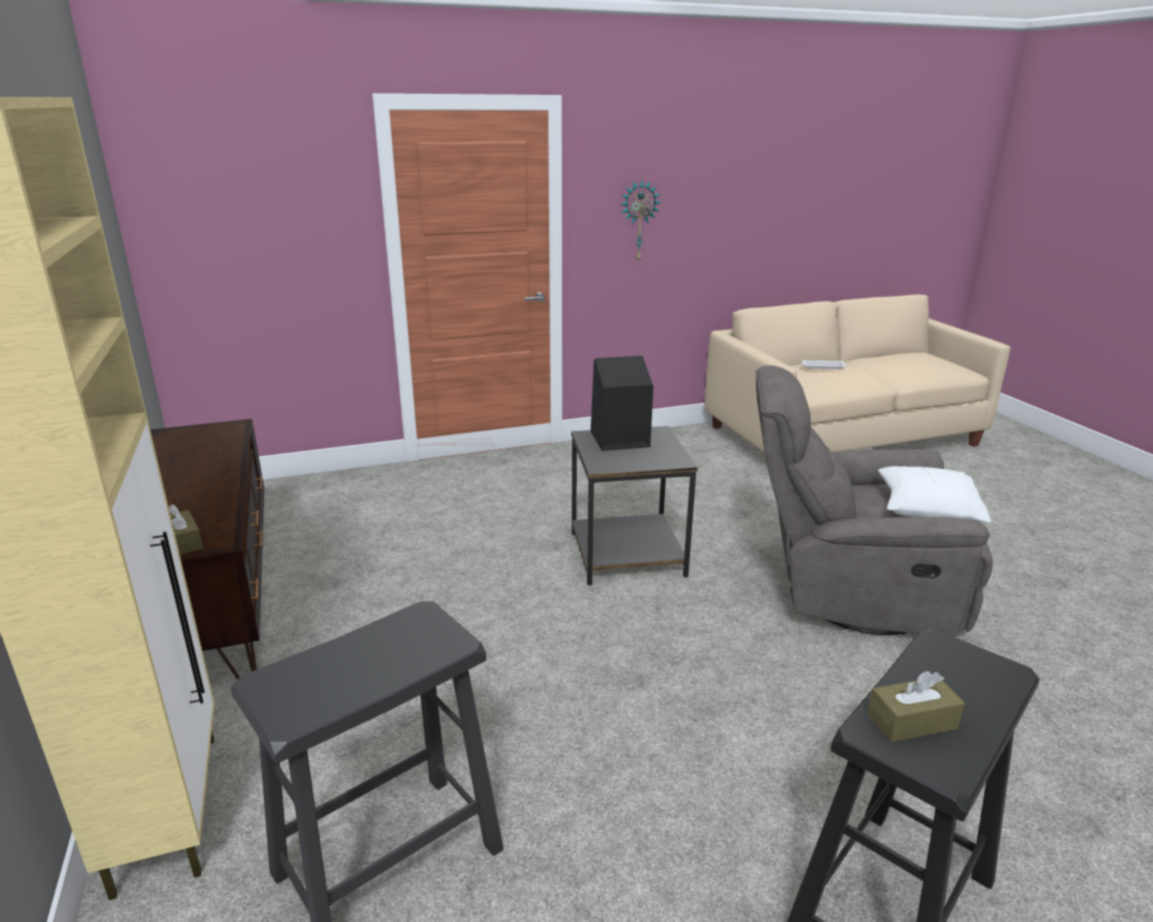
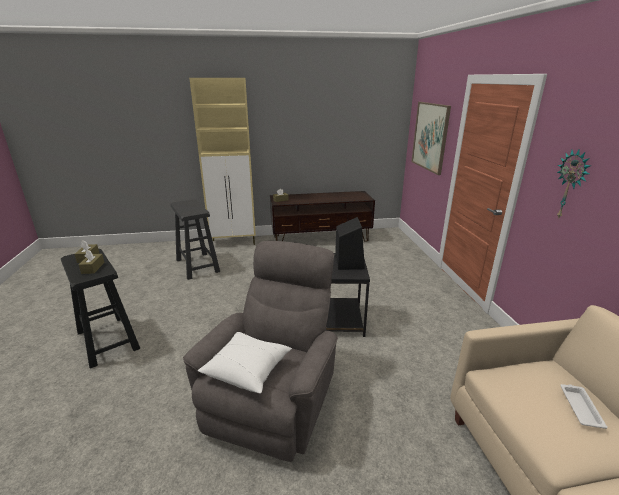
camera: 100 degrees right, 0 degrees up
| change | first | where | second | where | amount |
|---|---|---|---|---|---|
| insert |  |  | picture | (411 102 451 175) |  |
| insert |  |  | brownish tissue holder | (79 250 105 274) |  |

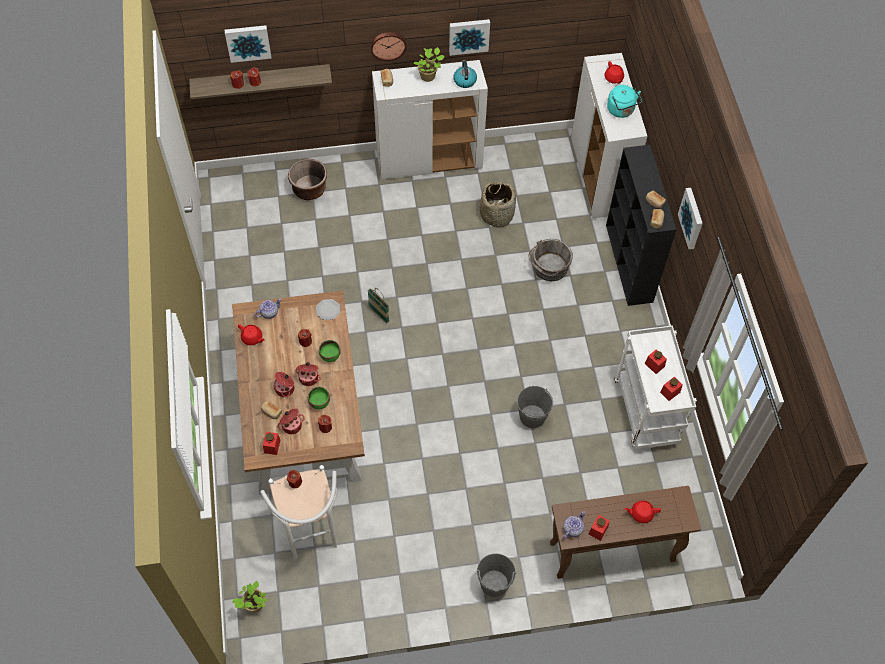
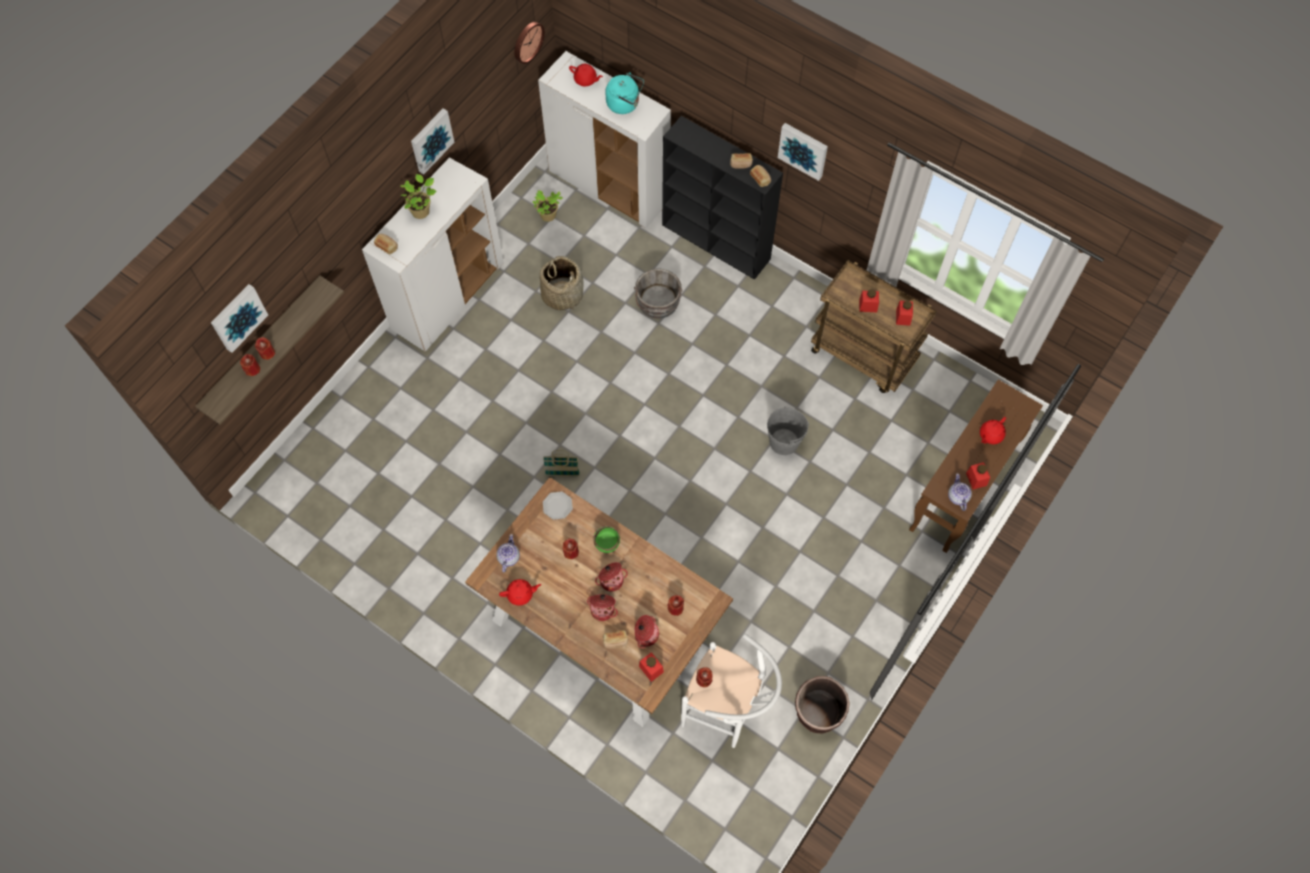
camera: 45 degrees left, 5 degrees up
| change | first | where | second | where | amount |
|---|---|---|---|---|---|
| move | clock on the wall | (370 32 407 61) |  | (514 22 545 64) |  |
| delete | tea kettle | (453 60 477 88) |  |  |  |
| move | brownish flower pot | (288 159 327 200) |  | (795 676 850 734) |  |
| recolor | whitish trolley | (614 325 697 450) | brownish trolley | (811 260 937 393) |  |
| delete | green bowl | (308 387 330 409) |  |  |  |
| delete | grey bucket | (476 553 517 597) |  |  |  |
| move | potted plant | (232 581 268 612) |  | (532 190 563 222) |  |

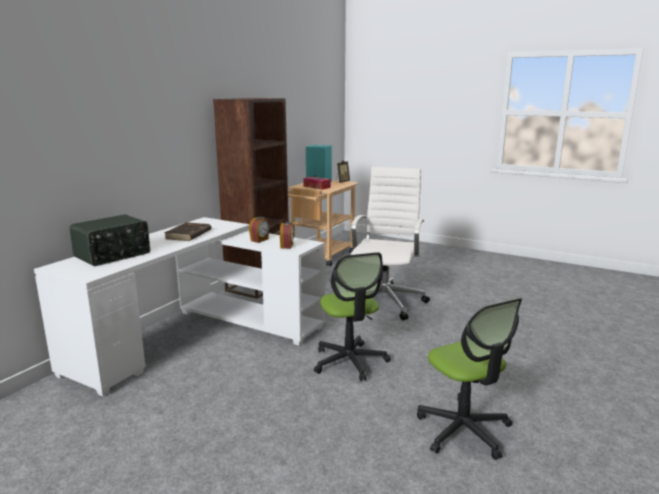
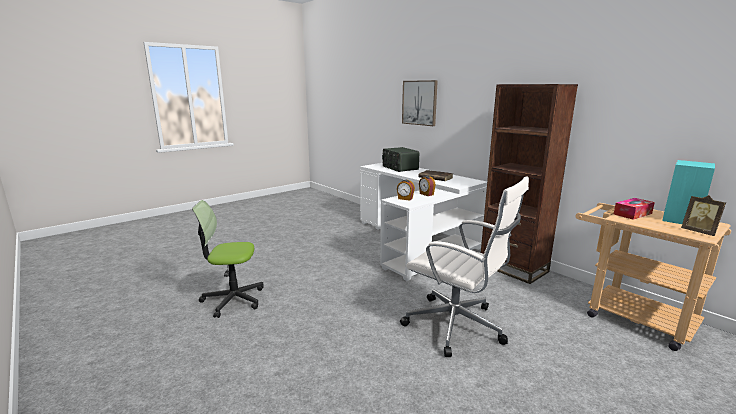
camera: 110 degrees right, 0 degrees up
| change | first | where | second | where | amount |
|---|---|---|---|---|---|
| delete | office chair | (314 252 391 381) |  |  |  |
| insert |  |  | picture | (402 80 438 126) |  |

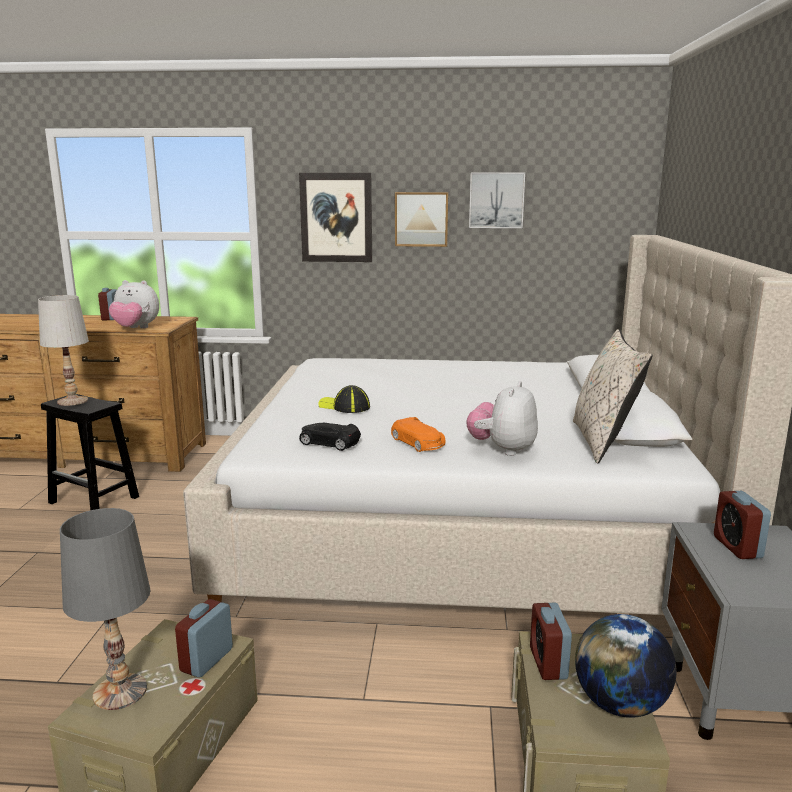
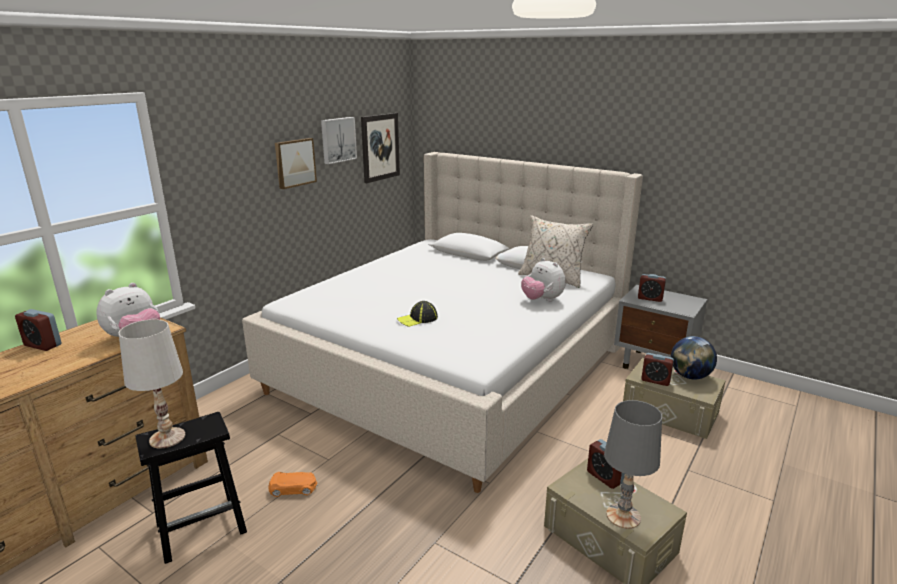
camera: 60 degrees left, 5 degrees up
| change | first | where | second | where | amount |
|---|---|---|---|---|---|
| move | picture | (299 173 372 262) |  | (361 113 400 183) |  |
| move | orangey miniature car | (391 417 445 452) |  | (268 472 318 497) |  |
| delete | black-coloured miniature car | (299 423 361 451) |  |  |  |

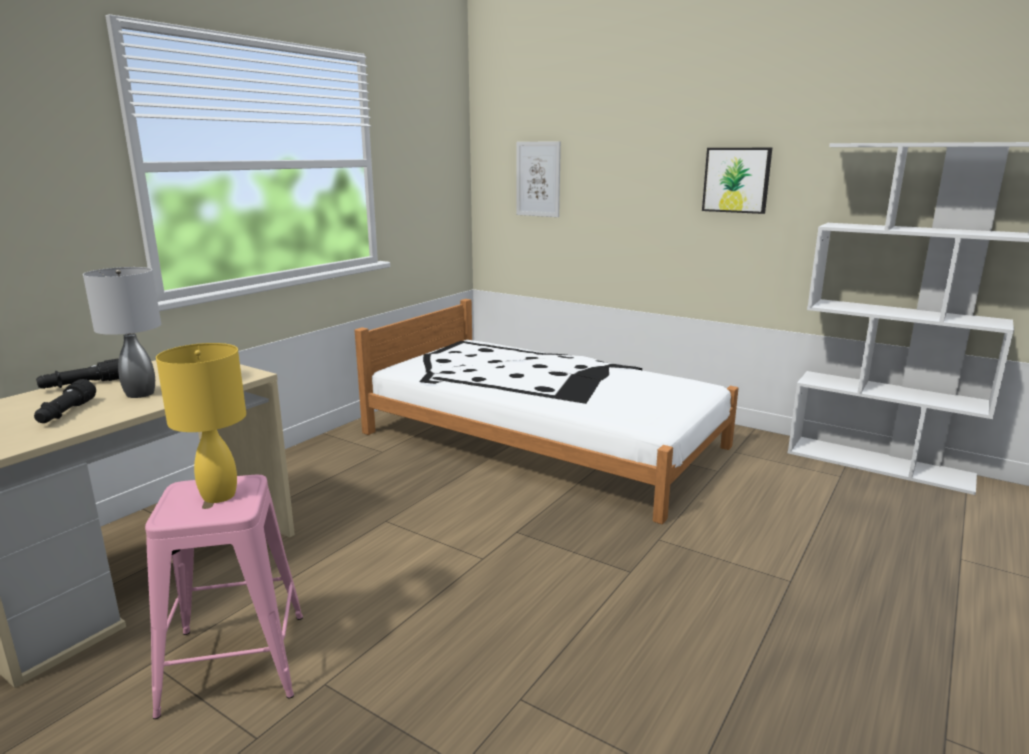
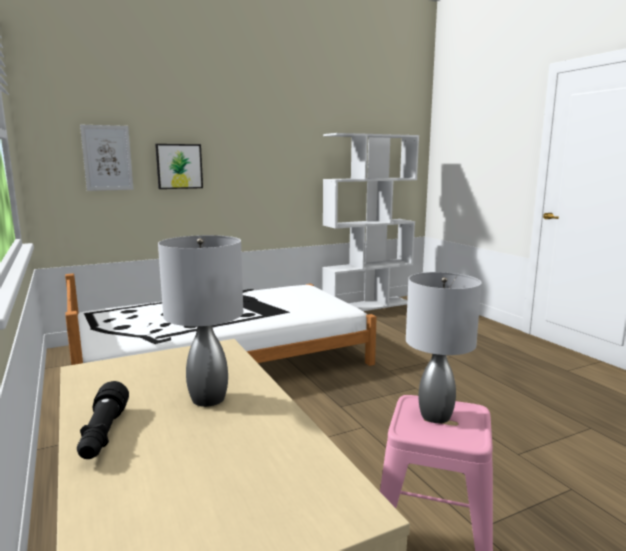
camera: 60 degrees left, 5 degrees down
| change | first | where | second | where | amount |
|---|---|---|---|---|---|
| move | picture | (702 148 772 214) |  | (155 144 203 189) |  |
| recolor | yellow lamp for a table | (156 343 246 503) | grey lamp for a table | (406 272 482 423) |  |
| delete | black-coloured hand torch | (34 379 96 423) |  |  |  |

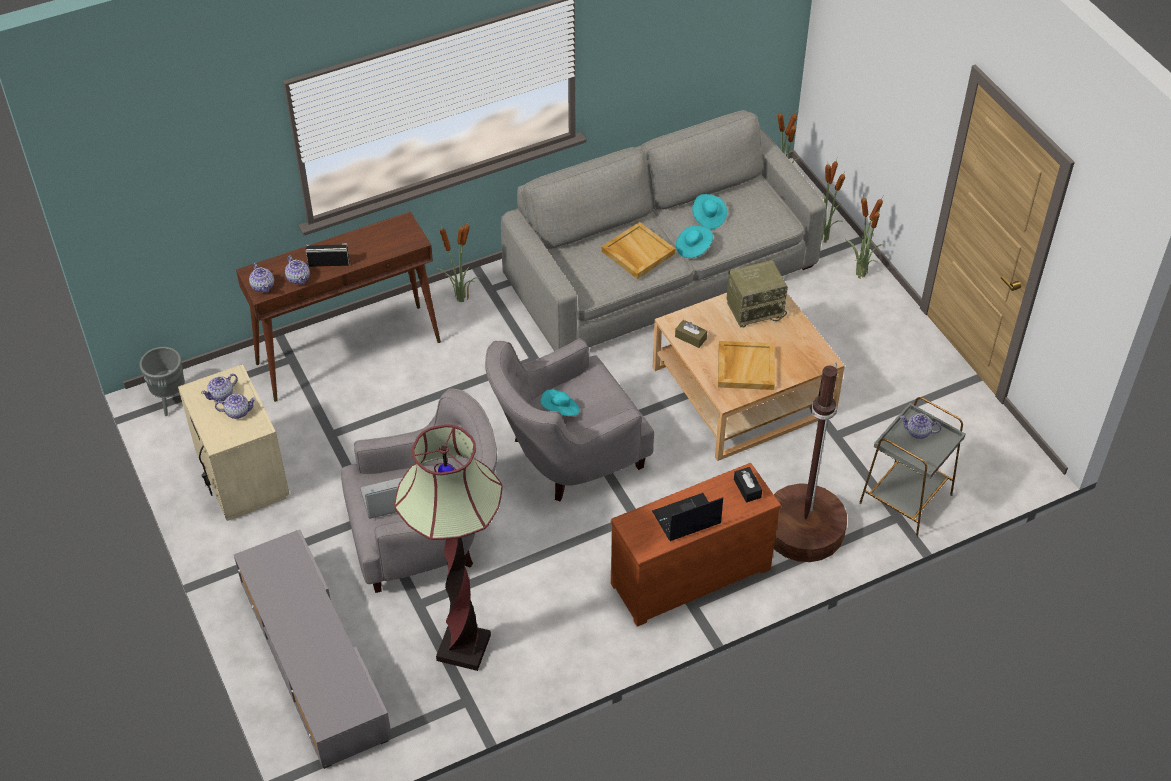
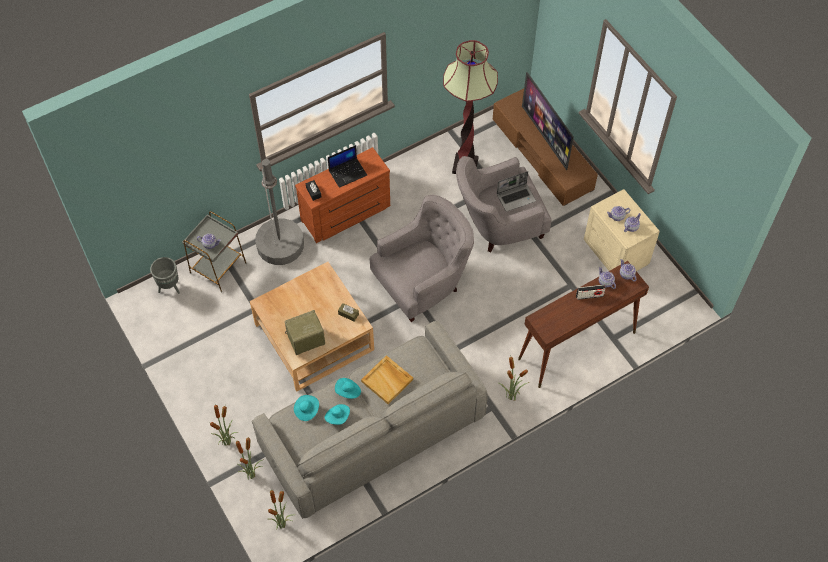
camera: 175 degrees right, 10 degrees up
| change | first | where | second | where | amount |
|---|---|---|---|---|---|
| delete | beige carrying tray | (718 341 775 390) |  |  |  |
| move | grey flower pot | (140 347 185 416) |  | (150 257 180 294) |  |
| recolor | brownish standard lamp | (774 362 847 562) | grey standard lamp | (255 159 304 265) |  |
| move | turquoise clothing hat | (540 389 580 416) |  | (294 395 319 421) |  |
| recolor | grey tv stand | (234 530 392 769) | brownish tv stand | (493 89 598 206) |  |
| insert |  |  | TV set | (522 72 574 170) |  |

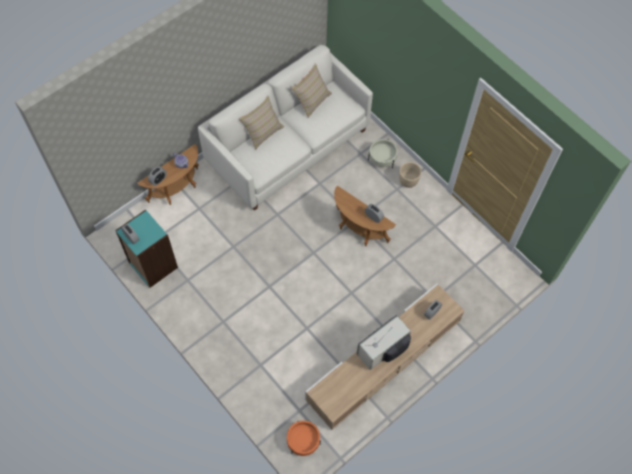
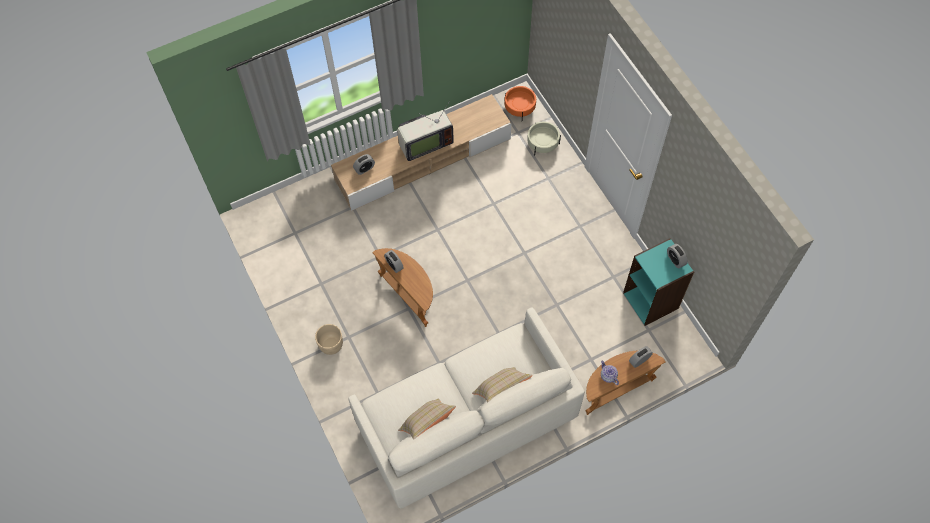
camera: 165 degrees left, 0 degrees up
| change | first | where | second | where | amount |
|---|---|---|---|---|---|
| move | beige flower pot | (368 139 398 168) |  | (527 122 561 156) |  |

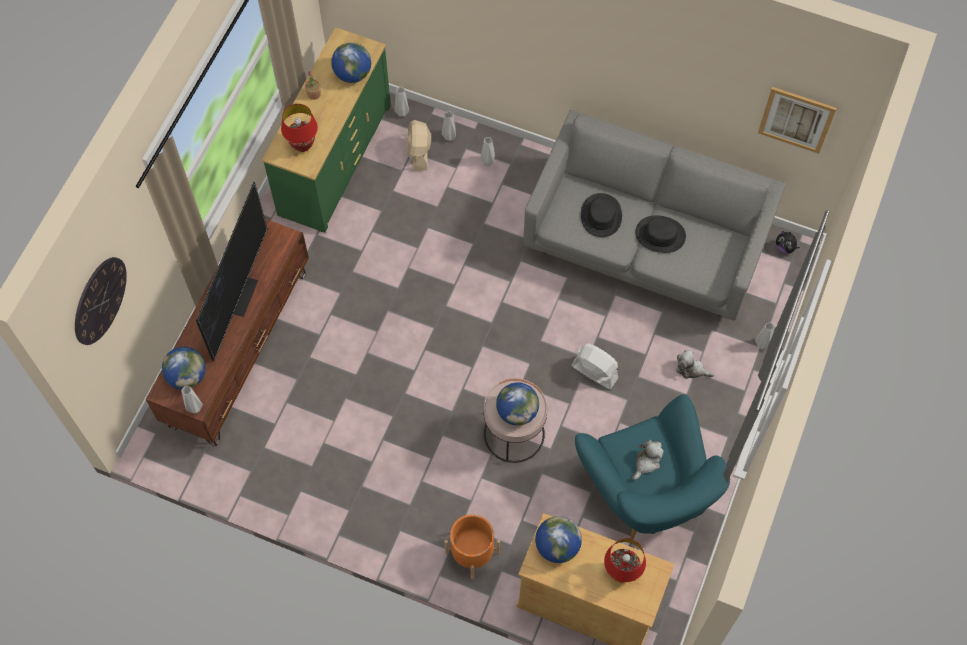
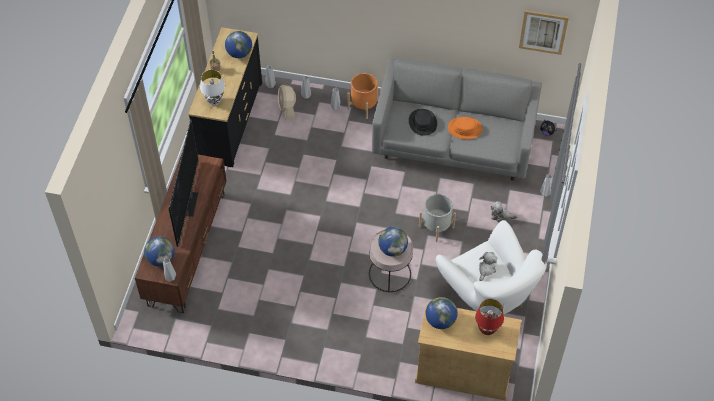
camera: 10 degrees left, 10 degrees down
| change | first | where | second | where | amount |
|---|---|---|---|---|---|
| recolor | green dresser | (262 27 391 233) | black-coloured dresser | (188 27 262 167) |  |
| recolor | reddish lamp for a table | (281 104 318 152) | whitish lamp for a table | (200 70 225 105) |  |
| recolor | black-coloured clothing hat | (635 215 686 253) | orangey clothing hat | (448 117 482 139) |  |
| delete | clock on the wall | (75 257 127 345) |  |  |  |
| replace | whitish fan | (571 343 618 389) | grey flower pot | (419 194 456 242) |  |
| recolor | turquoise armchair | (575 394 730 539) | whitish armchair | (436 220 547 316) |  |
| move | orangey flower pot | (444 514 500 579) |  | (348 73 381 119) |  |

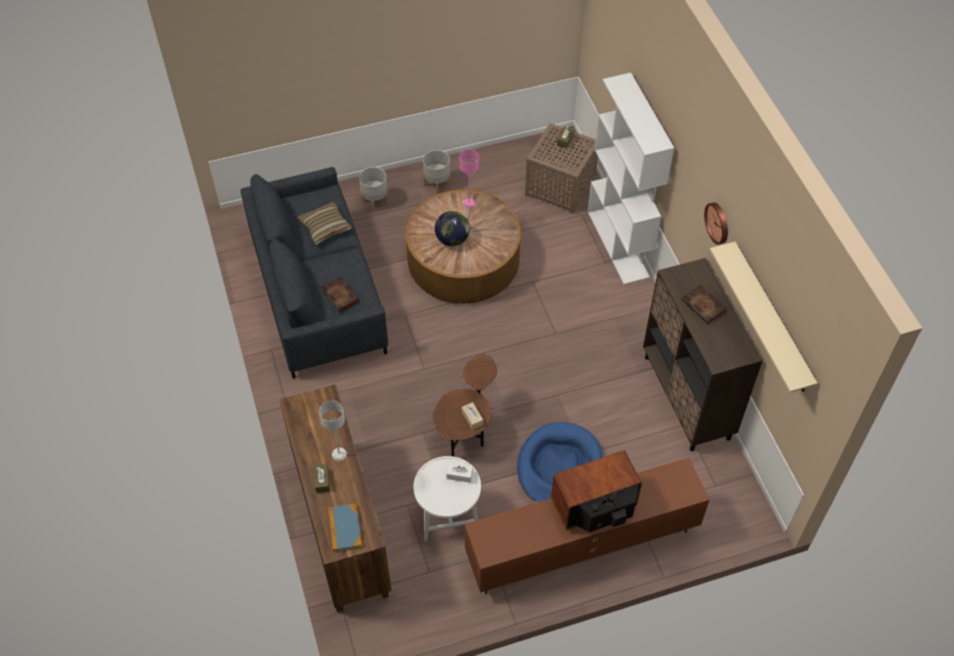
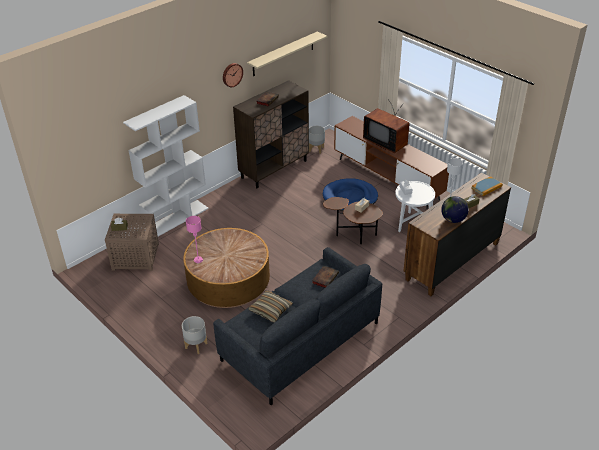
camera: 115 degrees left, 15 degrees down
| change | first | where | second | where | amount |
|---|---|---|---|---|---|
| move | grey flower pot | (423 150 451 194) |  | (309 126 325 154) |  |
| move | globe | (435 211 470 246) |  | (441 196 469 223) |  |

